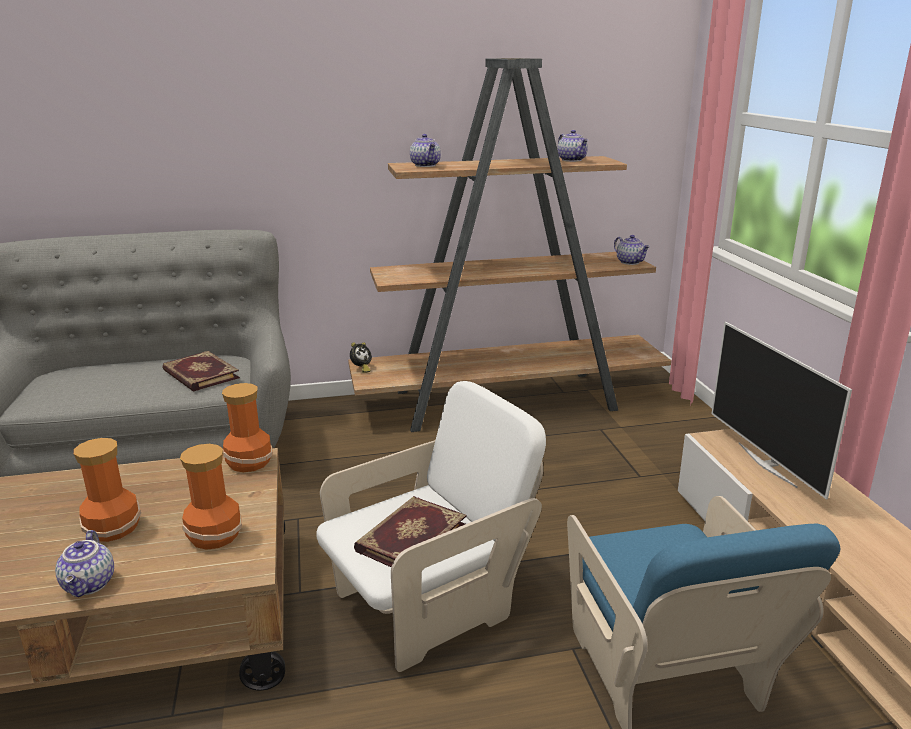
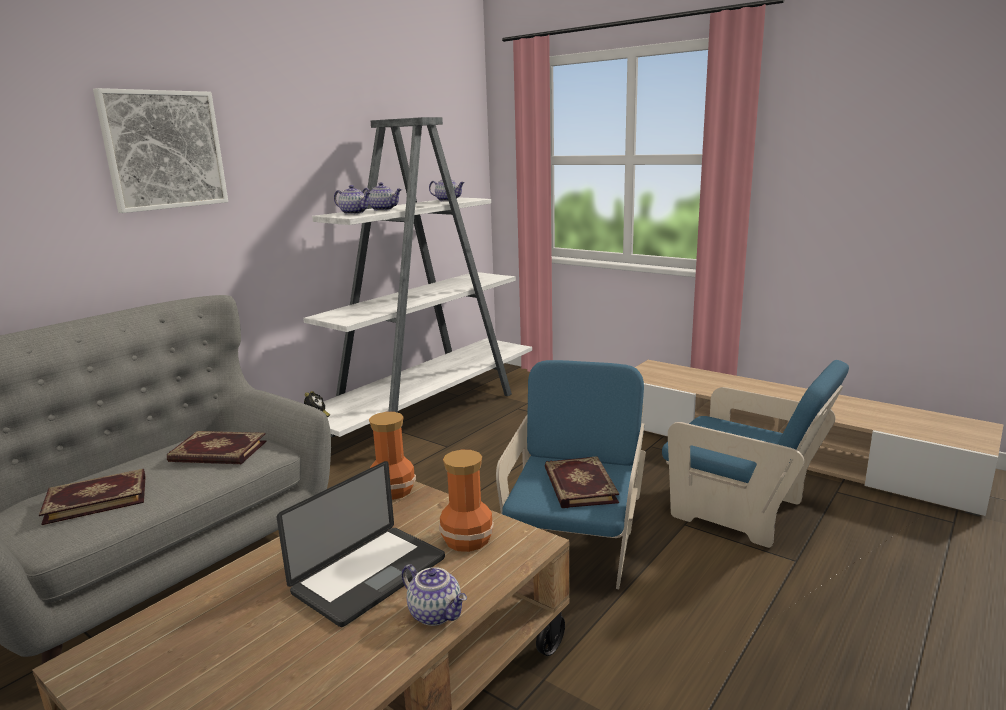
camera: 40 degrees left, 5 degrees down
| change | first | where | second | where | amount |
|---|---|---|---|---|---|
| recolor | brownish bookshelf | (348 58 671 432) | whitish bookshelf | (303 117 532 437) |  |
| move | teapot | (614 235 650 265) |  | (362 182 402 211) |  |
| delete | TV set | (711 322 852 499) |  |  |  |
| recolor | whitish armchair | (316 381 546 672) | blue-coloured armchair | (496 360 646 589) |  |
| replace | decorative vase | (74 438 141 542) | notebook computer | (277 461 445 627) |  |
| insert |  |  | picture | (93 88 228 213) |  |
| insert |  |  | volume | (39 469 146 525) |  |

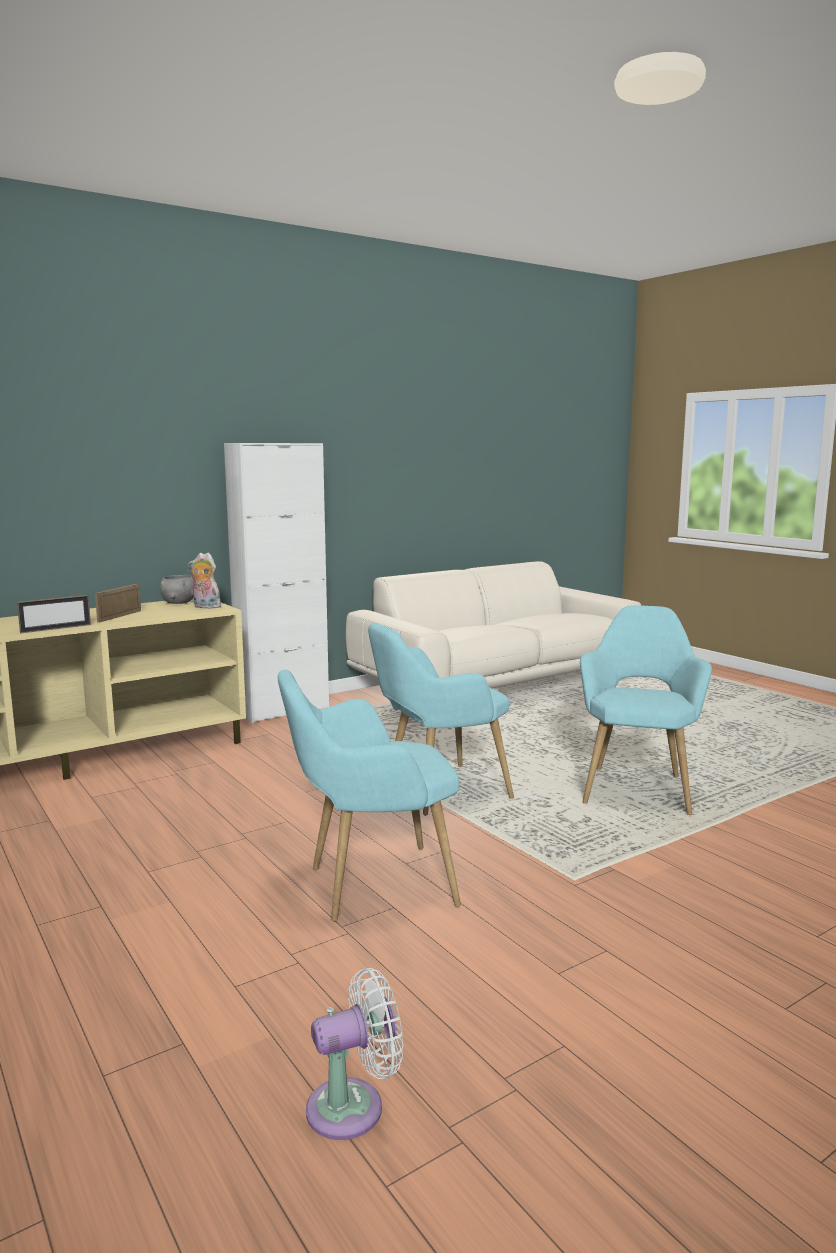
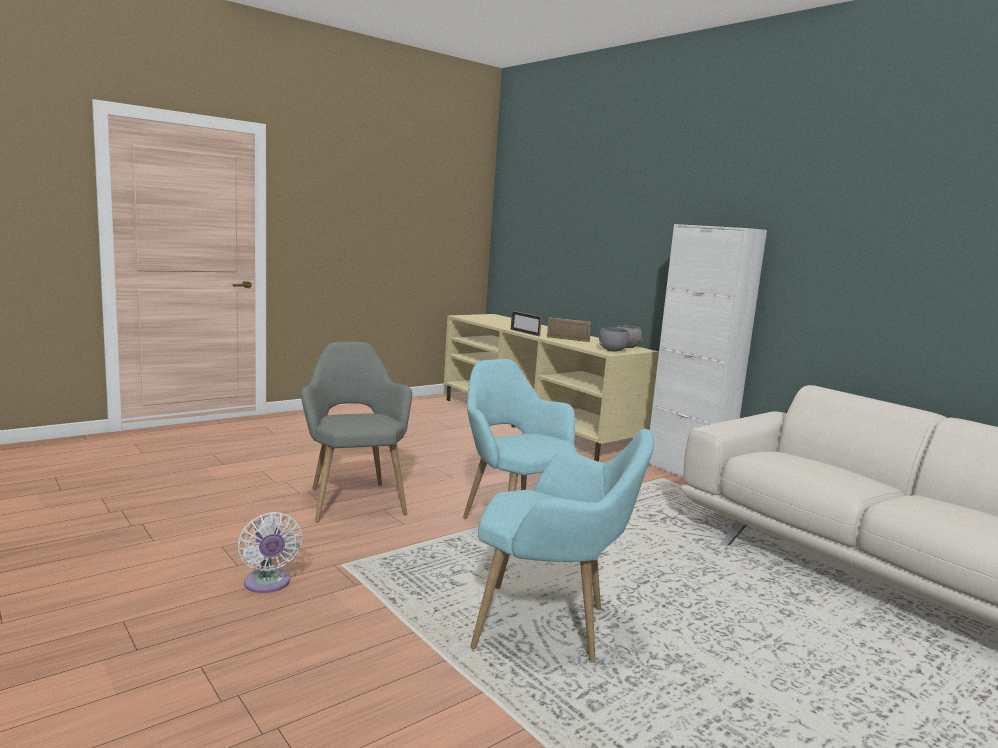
camera: 85 degrees right, 0 degrees up
| change | first | where | second | where | amount |
|---|---|---|---|---|---|
| replace | plush toy | (188 553 221 609) | grey bowl | (599 328 629 352) |  |
| recolor | turquoise armchair | (277 670 461 922) | grey armchair | (301 342 412 522) |  |
| move | whitish fan | (306 968 404 1140) |  | (237 512 302 593) |  |

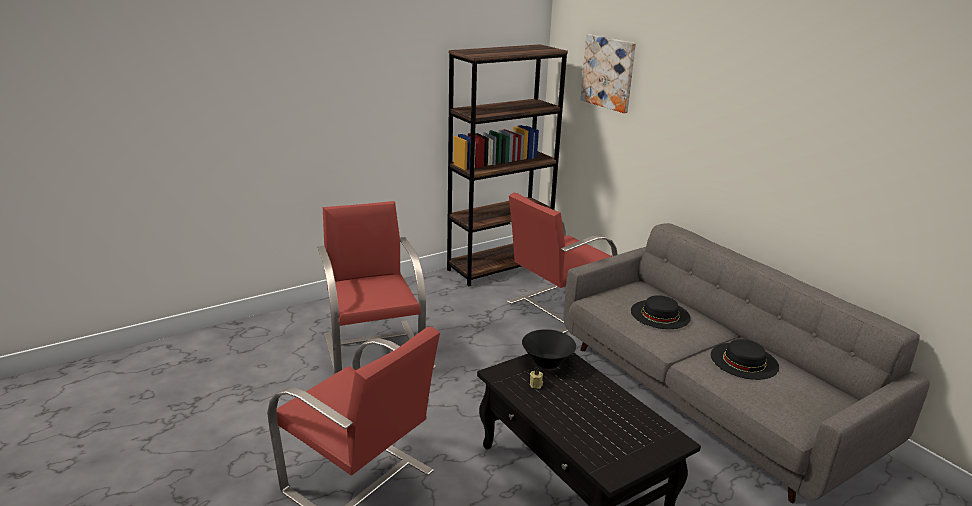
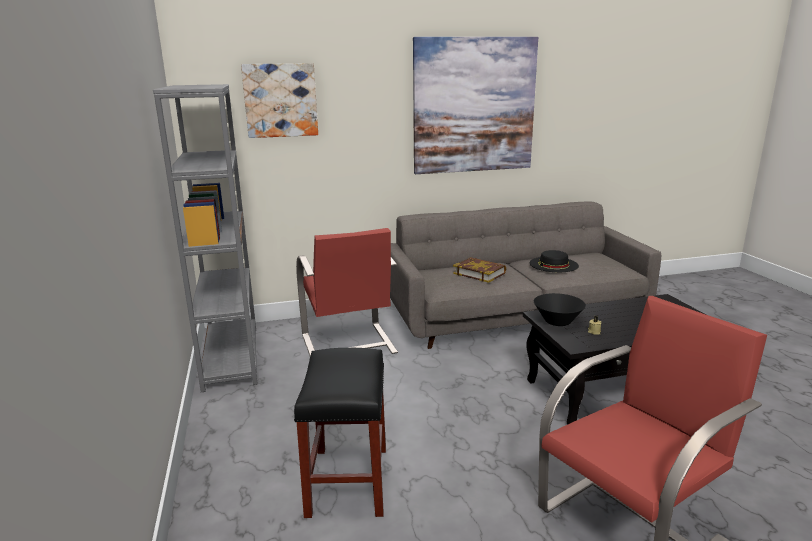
camera: 70 degrees left, 5 degrees down
| change | first | where | second | where | amount |
|---|---|---|---|---|---|
| recolor | brownish bookshelf | (447 44 568 286) | grey bookshelf | (153 84 258 392) |  |
| replace | reddish armchair | (317 201 426 373) | black-coloured stool | (294 348 386 518) |  |
| replace | black-coloured clothing hat | (631 295 691 329) | volume | (453 257 506 283) |  |
| insert |  |  | picture | (413 37 538 174) |  |

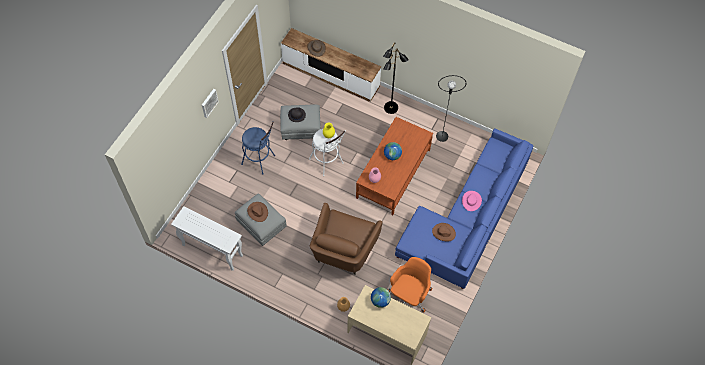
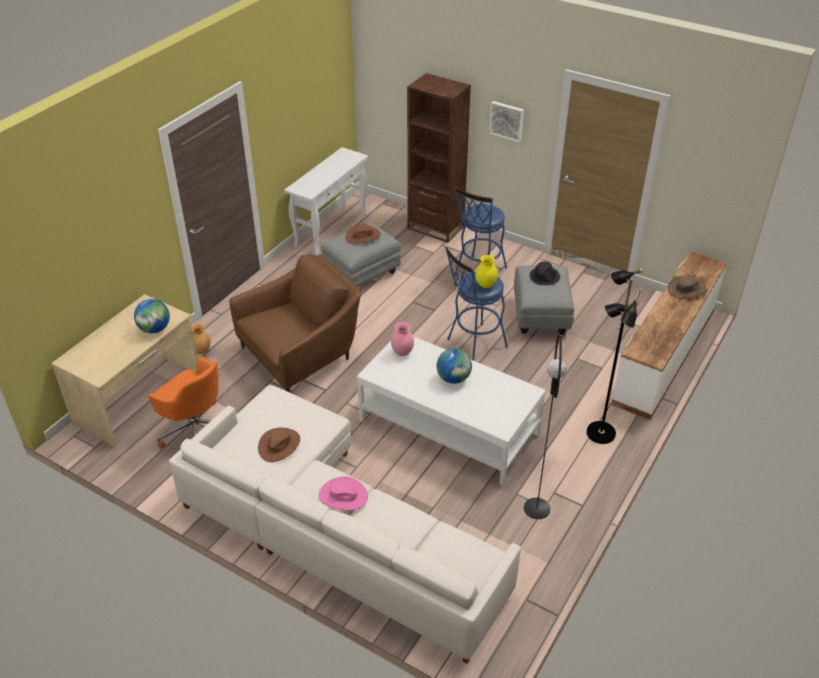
camera: 95 degrees right, 20 degrees down
| change | first | where | second | where | amount |
|---|---|---|---|---|---|
| recolor | brownish low table | (356 117 433 215) | whitish low table | (357 336 546 486) |  |
| recolor | blue-coloured sofa | (395 128 534 289) | whitish sofa | (169 385 521 664) |  |
| recolor | whitish stool | (309 129 346 176) | blue-coloured stool | (445 246 508 361) |  |
| rotate | brownish armchair | (310 203 382 275) |  | (229 255 361 392) | 120 degrees clockwise |
| insert |  |  | brownish bookshelf | (407 73 471 243) |  |

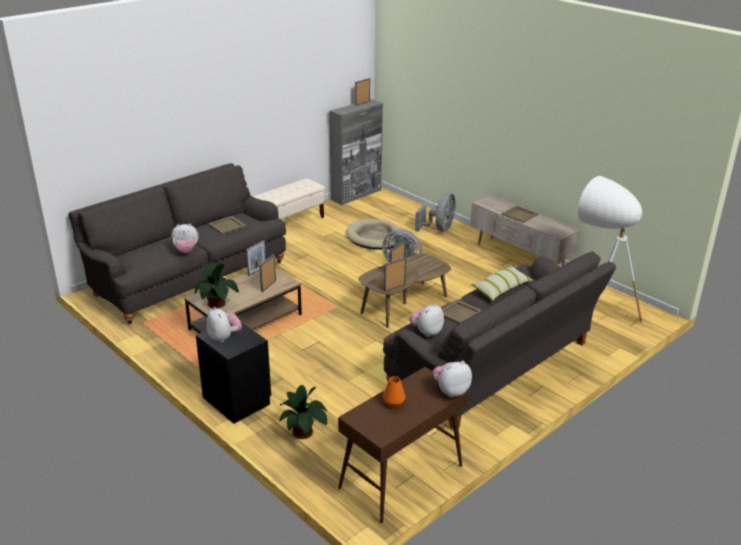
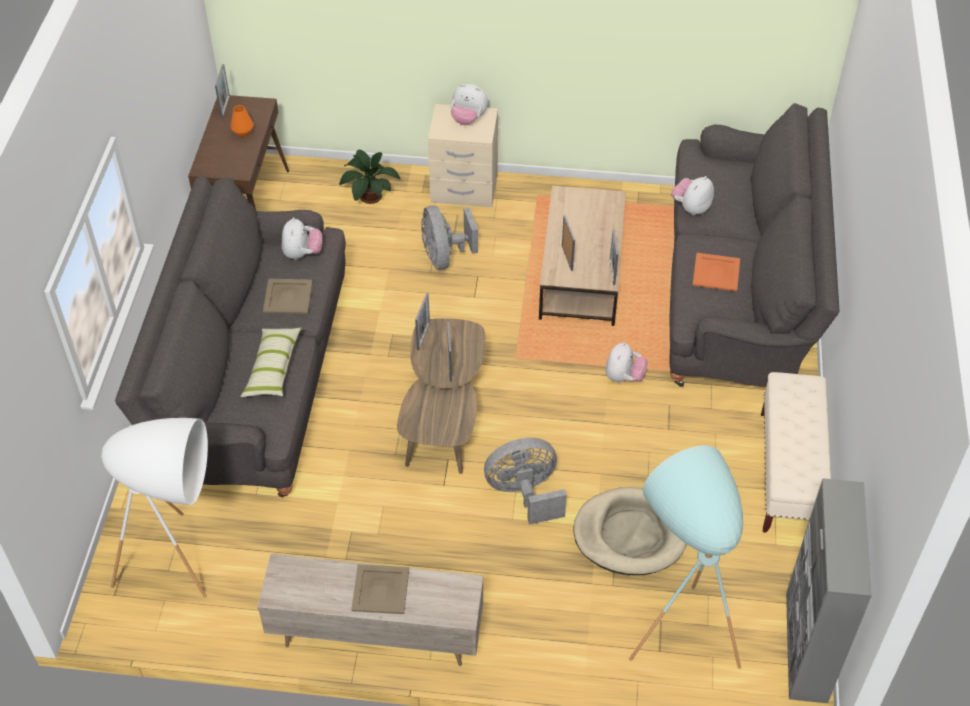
camera: 140 degrees right, 20 degrees up
| change | first | where | second | where | amount |
|---|---|---|---|---|---|
| move | picture frame | (355 78 370 106) |  | (215 64 230 118) |  |
| move | grey fan | (415 193 456 231) |  | (421 205 478 270) |  |
| recolor | beige carrying tray | (208 216 247 234) | orangey carrying tray | (692 253 740 291) |  |
| delete | potted plant | (195 262 239 309) |  |  |  |
| recolor | black-coloured night table | (196 322 271 424) | beige night table | (428 104 498 208) |  |
| move | plush toy | (432 361 472 397) |  | (605 342 648 382) |  |
| insert |  |  | turquoise standard lamp | (629 445 743 669) |  |

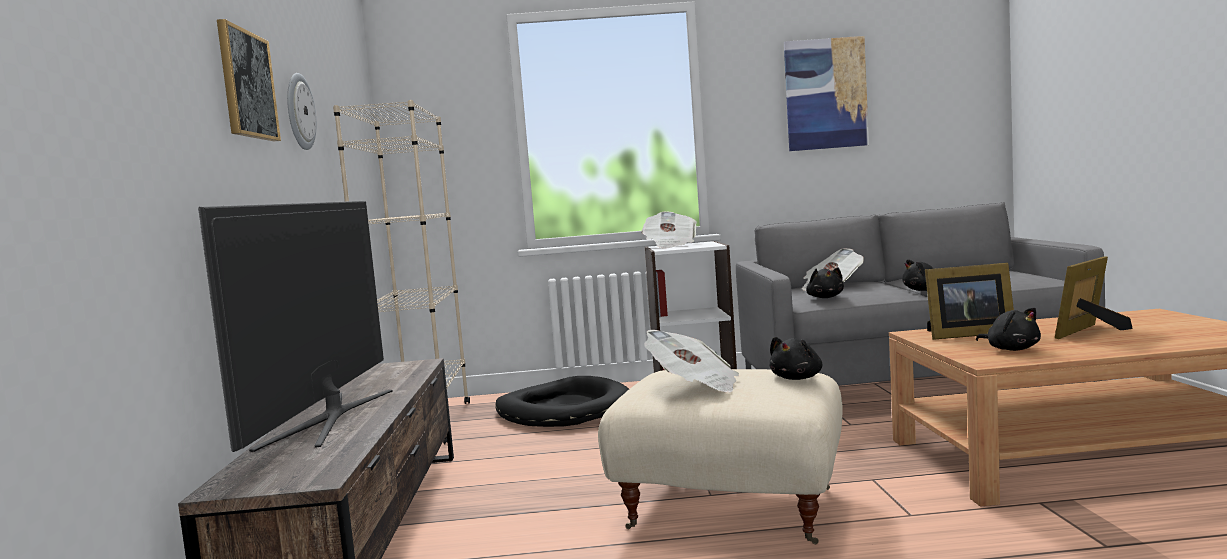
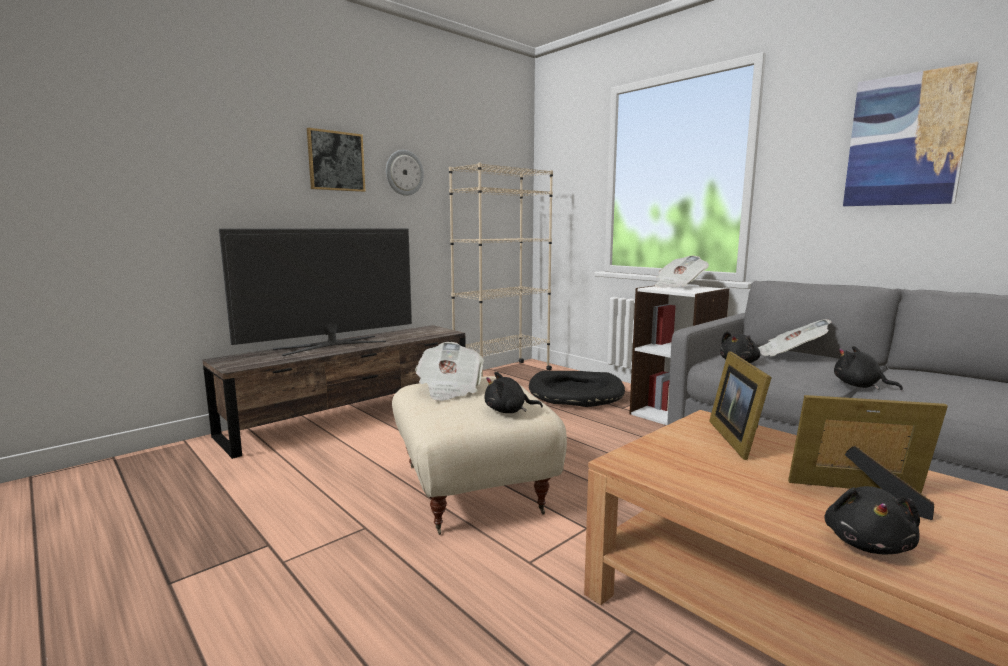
camera: 50 degrees right, 5 degrees up
| change | first | where | second | where | amount |
|---|---|---|---|---|---|
| rotate | picture frame | (925 263 1014 340) |  | (709 351 772 460) | 45 degrees clockwise |
| move | black-coloured plush toy | (976 308 1041 351) |  | (825 486 920 554) |  |

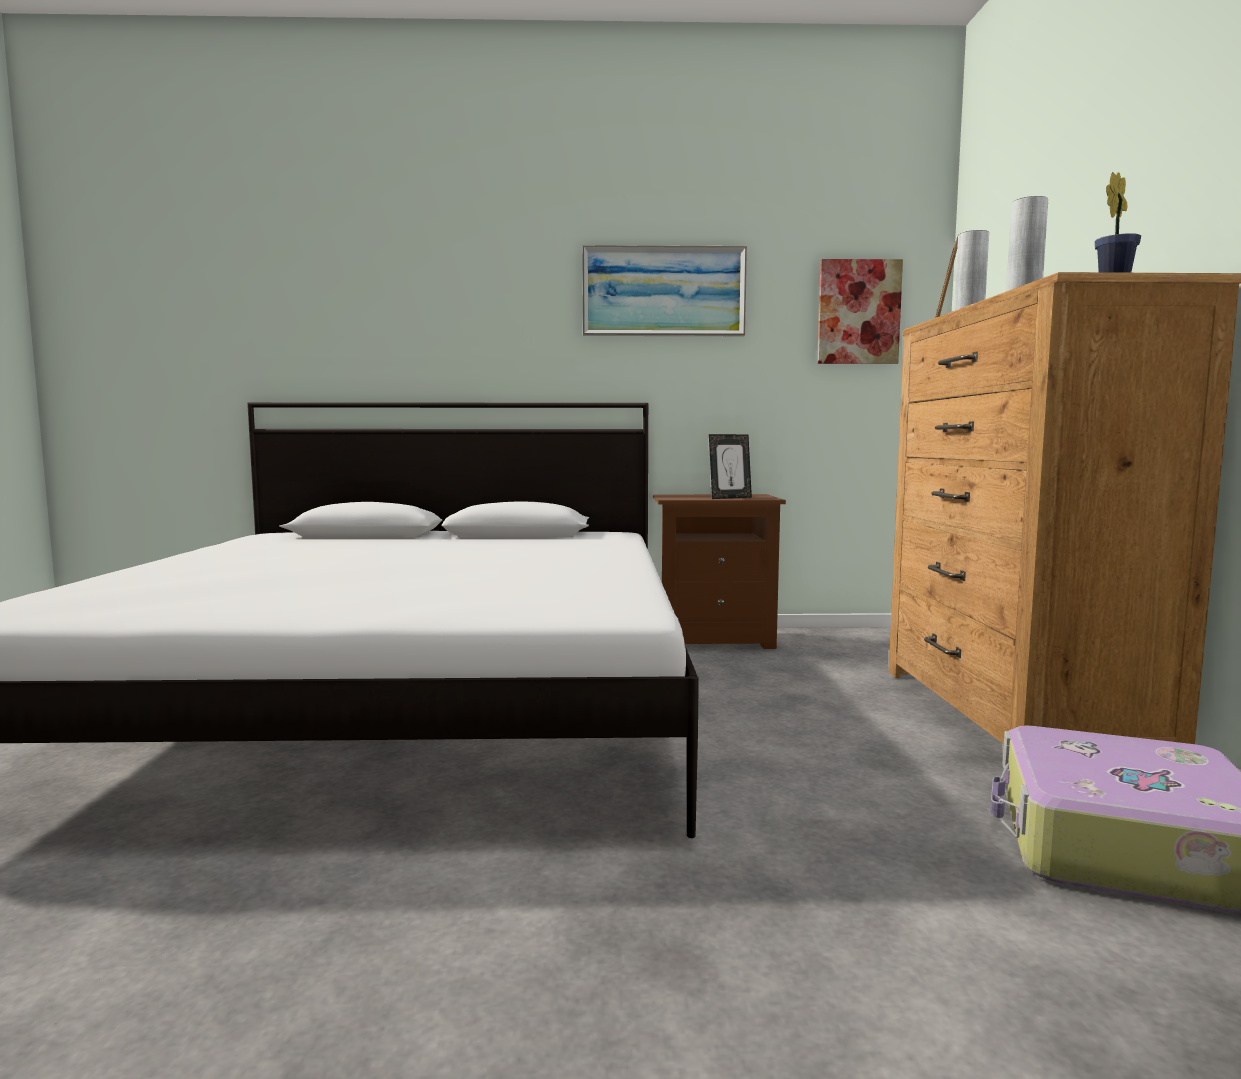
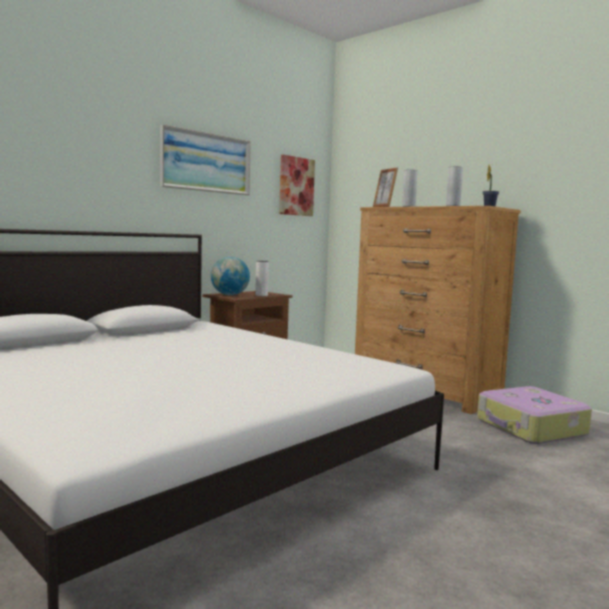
camera: 45 degrees left, 0 degrees up
| change | first | where | second | where | amount |
|---|---|---|---|---|---|
| replace | picture frame | (709 434 752 499) | whitish decorative vase | (255 261 269 296) |  |
| insert |  |  | globe | (211 257 250 295) |  |

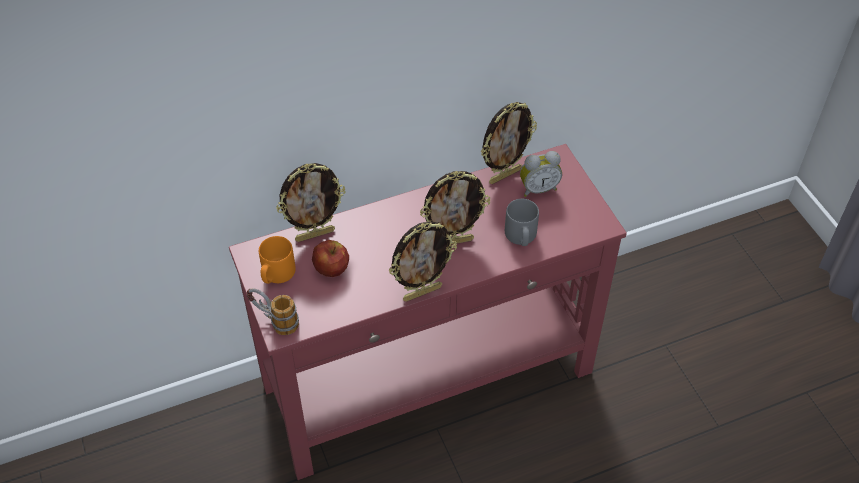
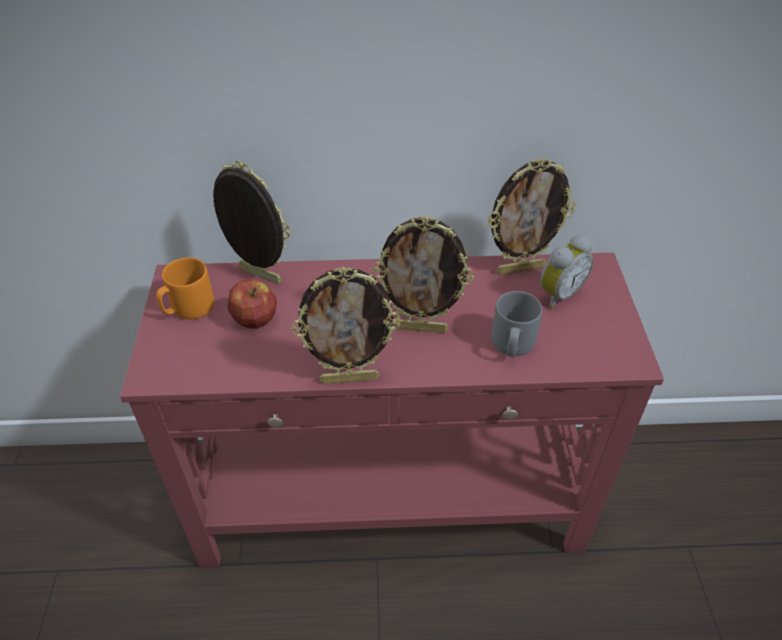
camera: 20 degrees right, 5 degrees down
| change | first | where | second | where | amount |
|---|---|---|---|---|---|
| rotate | table clock | (520 151 562 197) |  | (540 235 593 309) | 45 degrees counterclockwise |
| rotate | picture frame | (276 163 346 242) |  | (213 161 290 284) | 150 degrees counterclockwise |
| delete | tea mug | (247 288 299 335) |  |  |  |

